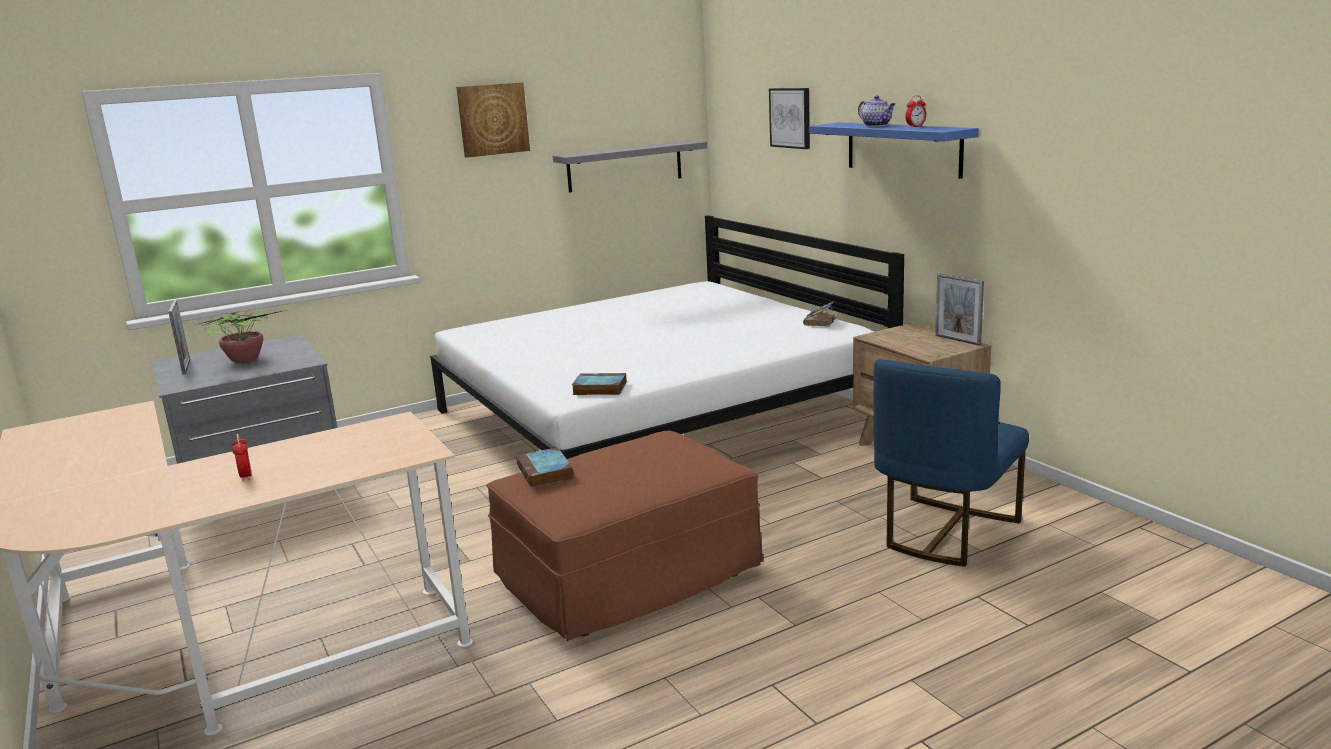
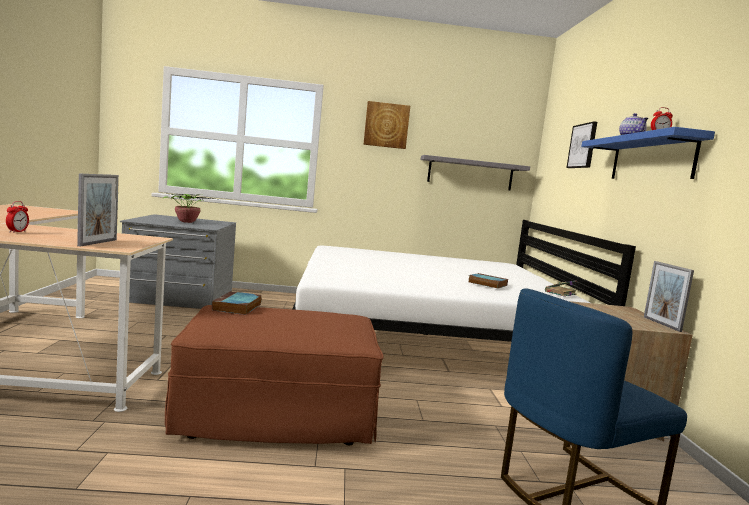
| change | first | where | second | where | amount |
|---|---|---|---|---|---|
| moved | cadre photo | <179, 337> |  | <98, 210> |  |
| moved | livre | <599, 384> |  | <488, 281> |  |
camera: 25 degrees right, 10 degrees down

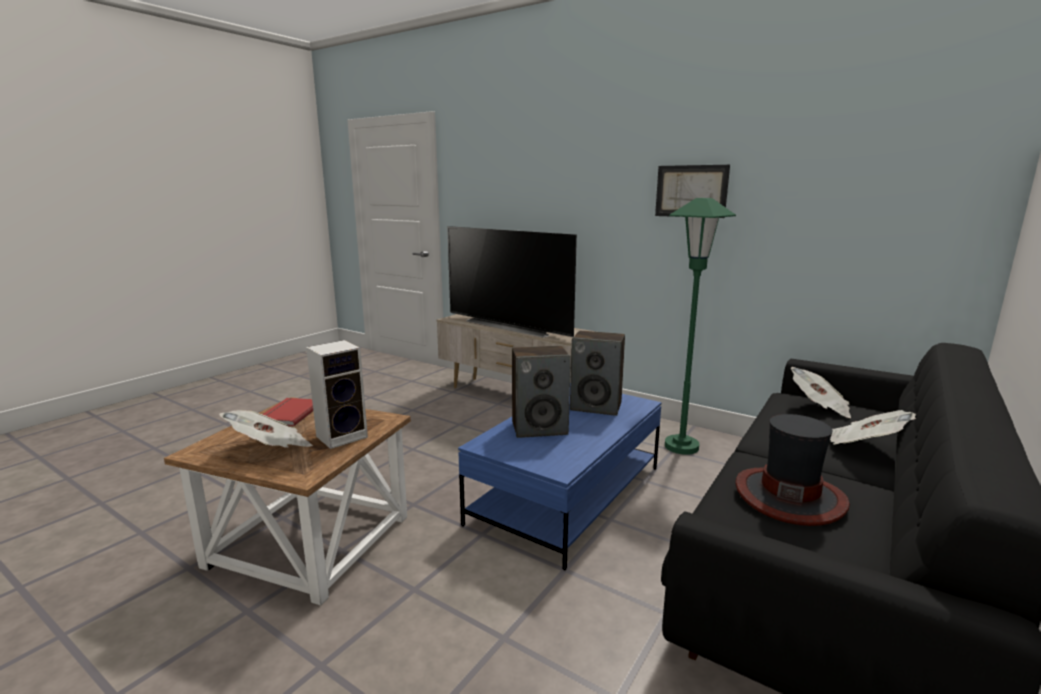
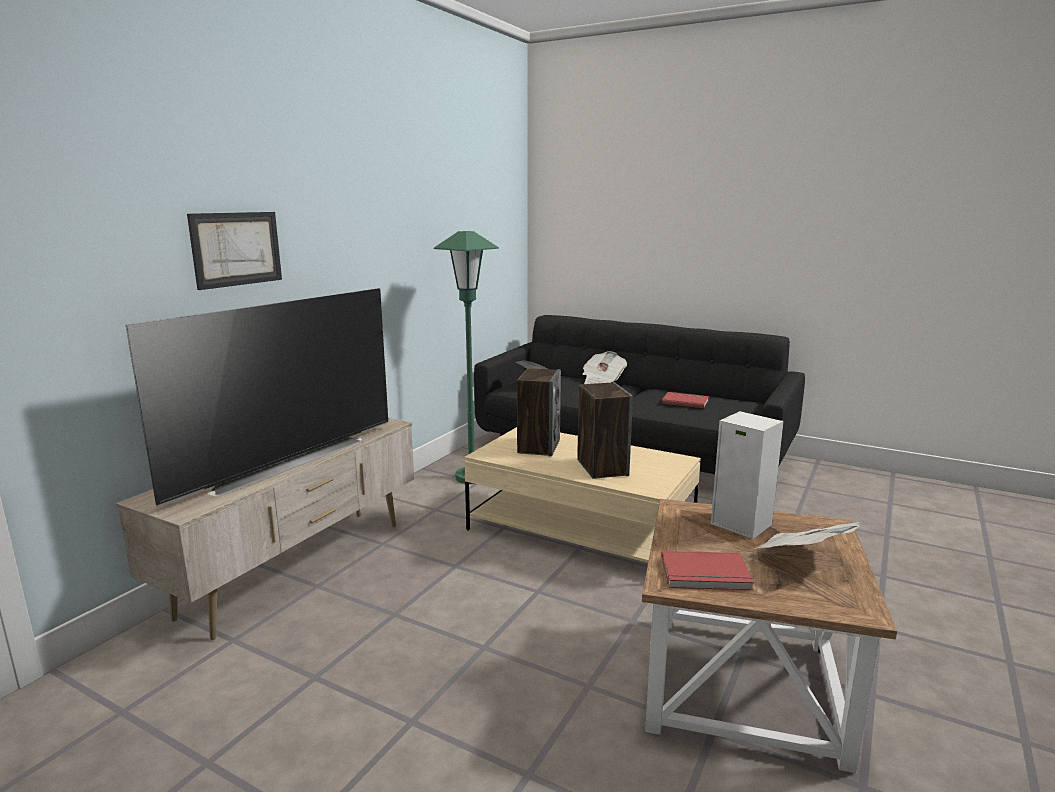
| change | first | where | second | where | amount |
|---|---|---|---|---|---|
| recoloured | table basse/bleu | <560, 482> | table basse/beige | <582, 495> |  |
| moved | tableau | <692, 191> |  | <234, 251> |  |
| replaced | chapeau | <792, 470> | livre/rouge | <685, 400> |  |
camera: 95 degrees left, 0 degrees up

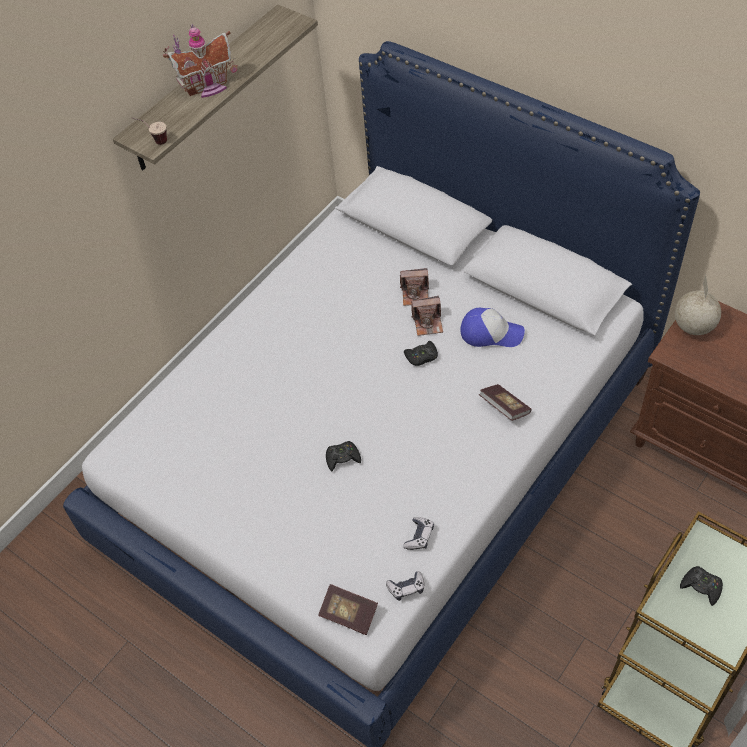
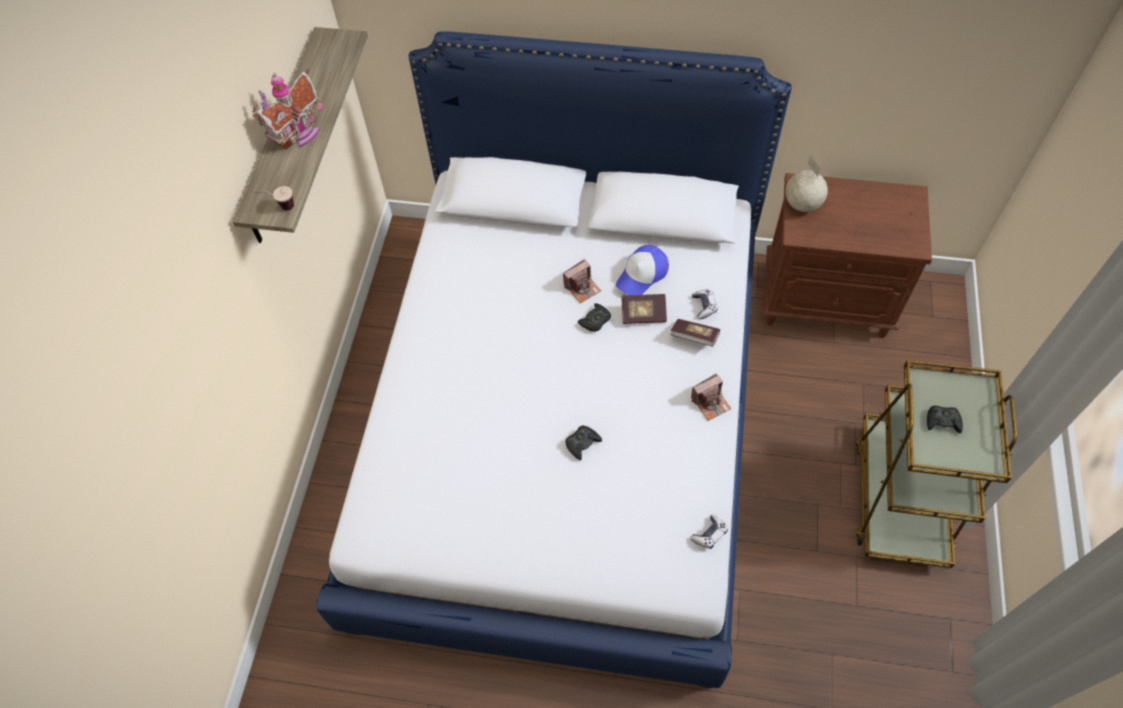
| change | first | where | second | where | amount |
|---|---|---|---|---|---|
| moved | livre | <348, 609> |  | <644, 309> |  |
| moved | appareil photo | <414, 287> |  | <711, 397> |  |
| moved | manette | <418, 533> |  | <704, 304> |  |
| turned | casquette | <492, 327> |  | <642, 270> | 150 degrees clockwise |
camera: 30 degrees left, 5 degrees up

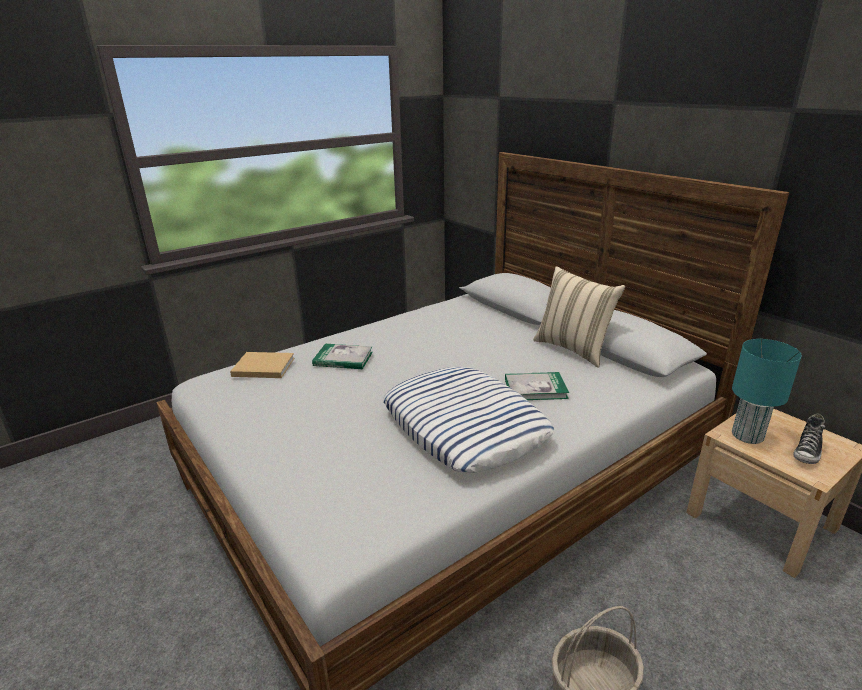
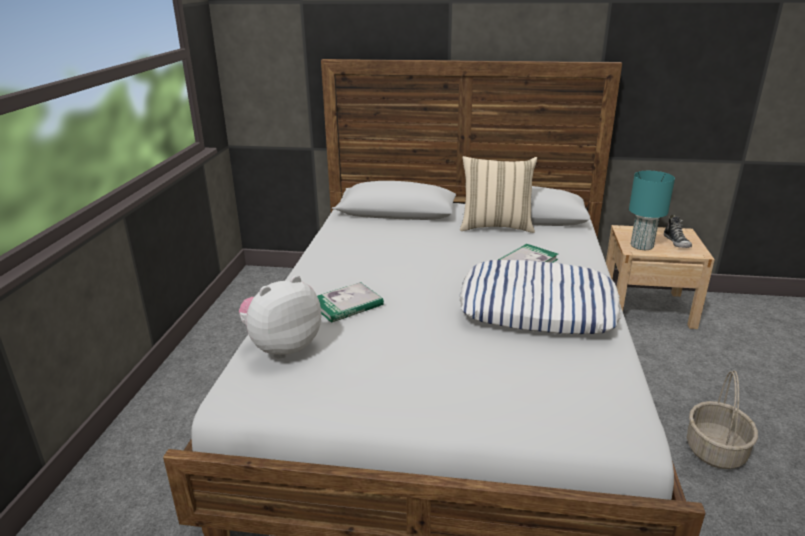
| change | first | where | second | where | amount |
|---|---|---|---|---|---|
| replaced | livre/beige | <262, 365> | peluche | <280, 317> |  |
camera: 45 degrees left, 0 degrees up

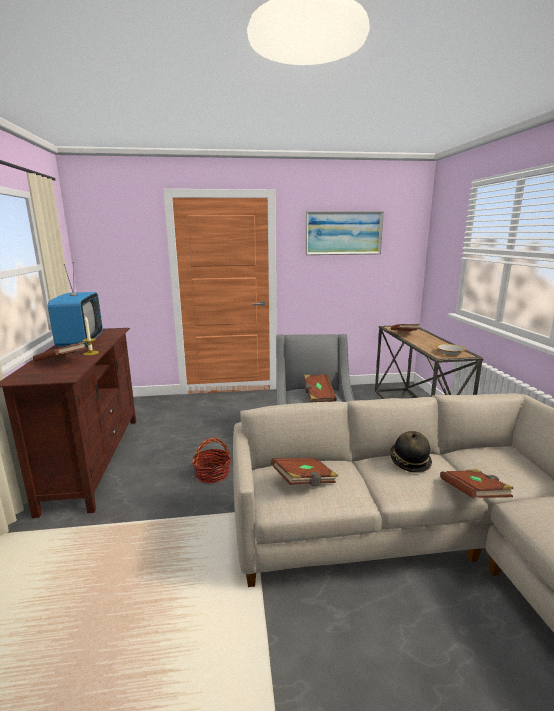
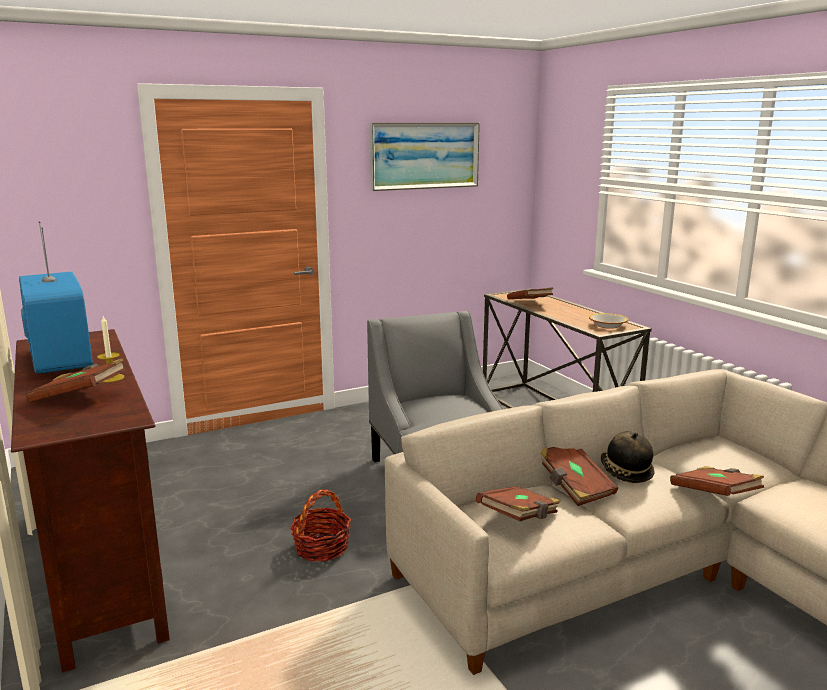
| change | first | where | second | where | amount |
|---|---|---|---|---|---|
| moved | livre/marron | <320, 388> |  | <579, 476> |  |
camera: 20 degrees left, 0 degrees up

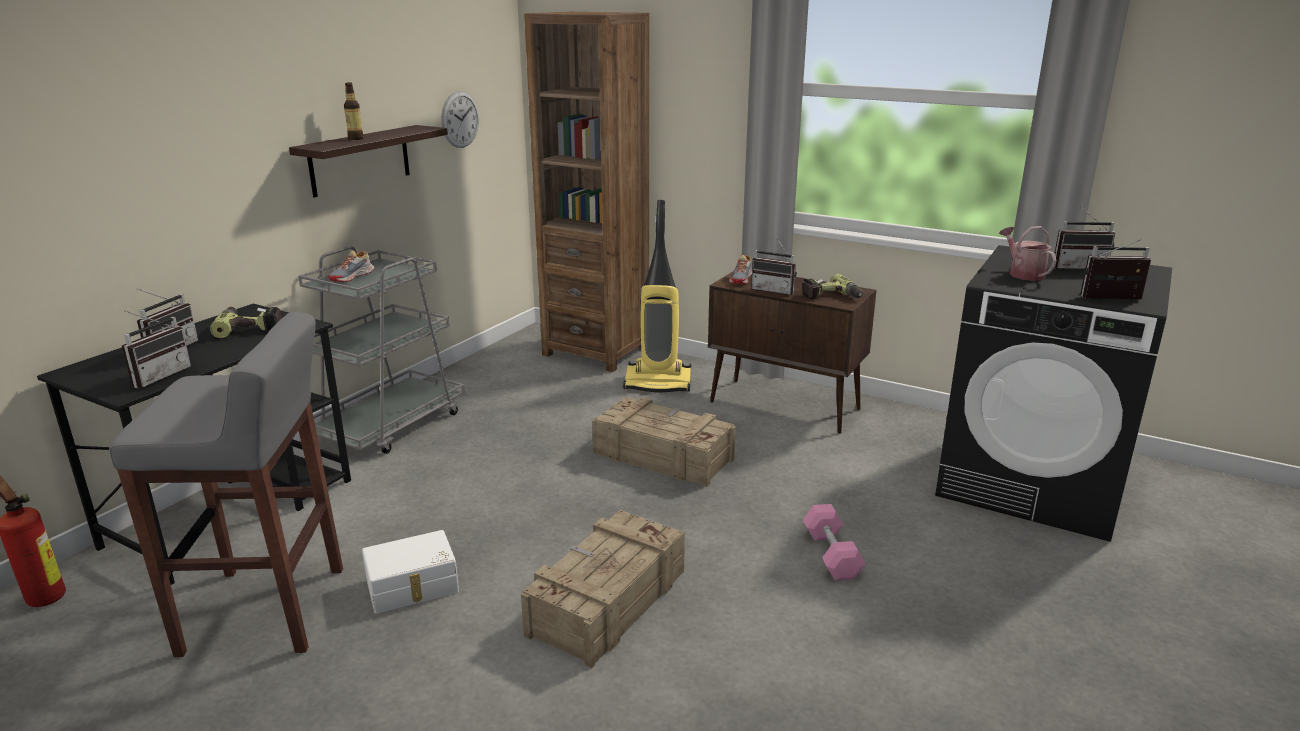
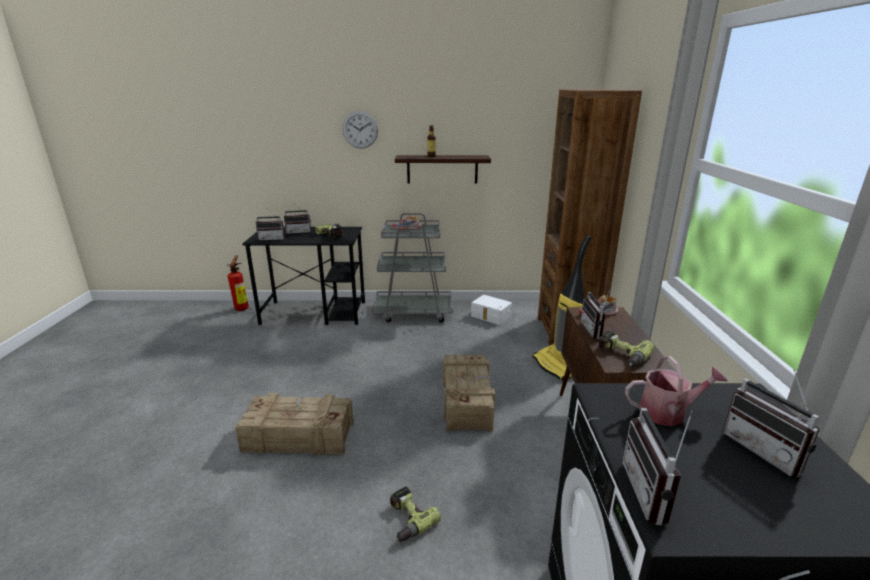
| change | first | where | second | where | amount |
|---|---|---|---|---|---|
| removed | tabouret/gris | <226, 484> |  |  |  |
| moved | boîte de rangement/blanc | <410, 572> |  | <491, 310> |  |
| moved | horloge murale | <460, 119> |  | <360, 130> |  |
| replaced | haltère/rose | <834, 542> | perceuse | <415, 514> |  |
| turned | arrosoir | <1028, 253> |  | <676, 391> | 45 degrees clockwise |
| turned | radio | <1116, 269> |  | <657, 466> | 150 degrees counterclockwise |
camera: 60 degrees right, 0 degrees up

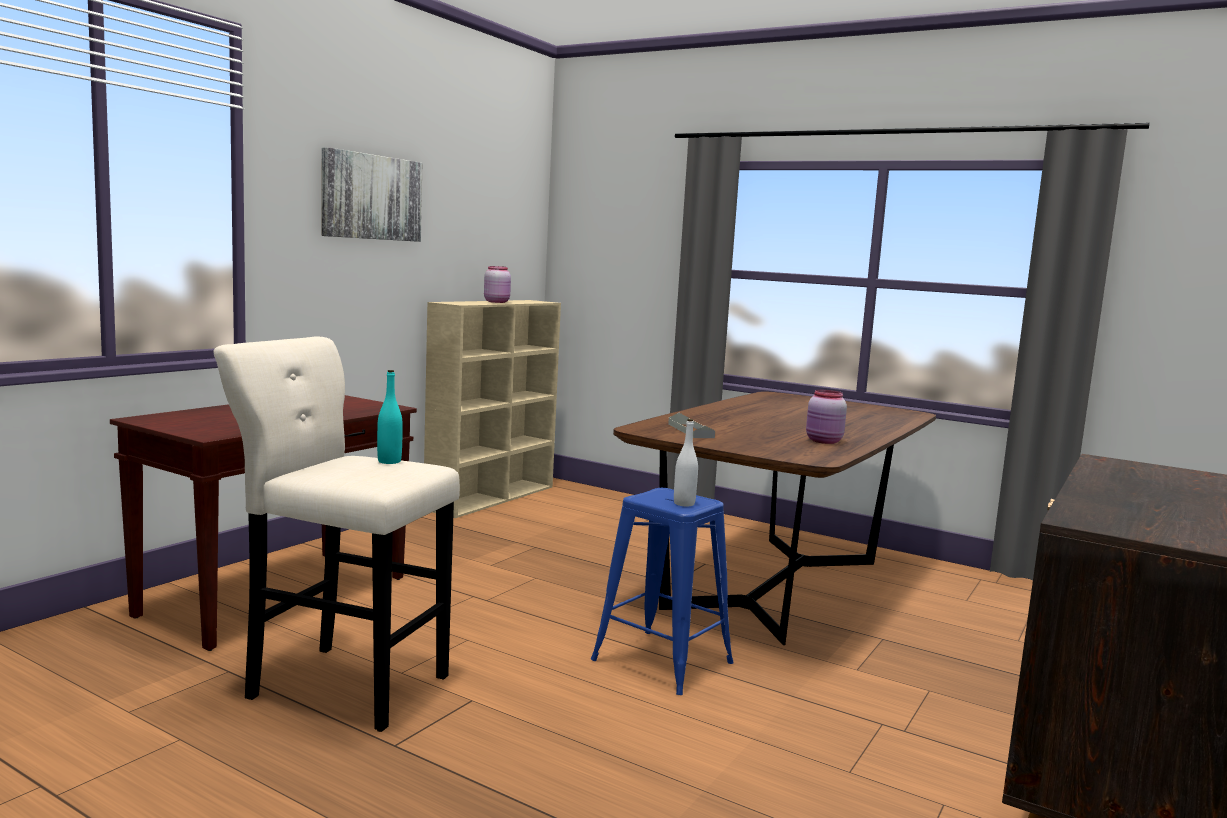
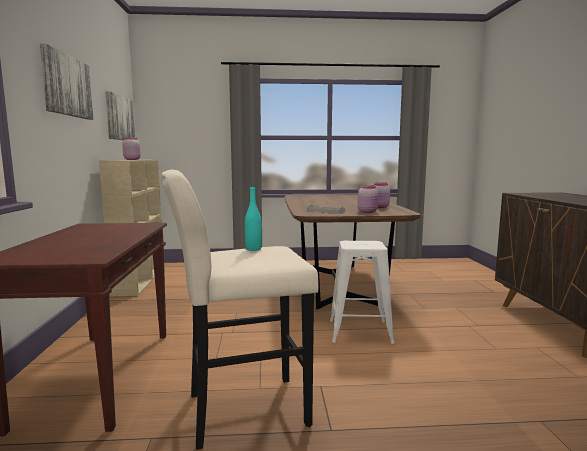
| change | first | where | second | where | amount |
|---|---|---|---|---|---|
| recoloured | tabouret/bleu | <662, 591> | tabouret/blanc | <362, 292> |  |
| removed | bouteille/blanc | <686, 462> |  |  |  |
| added |  |  | tableau | <120, 115> |  |
| added |  |  | bocal/rose | <368, 199> |  |
camera: 35 degrees left, 0 degrees up

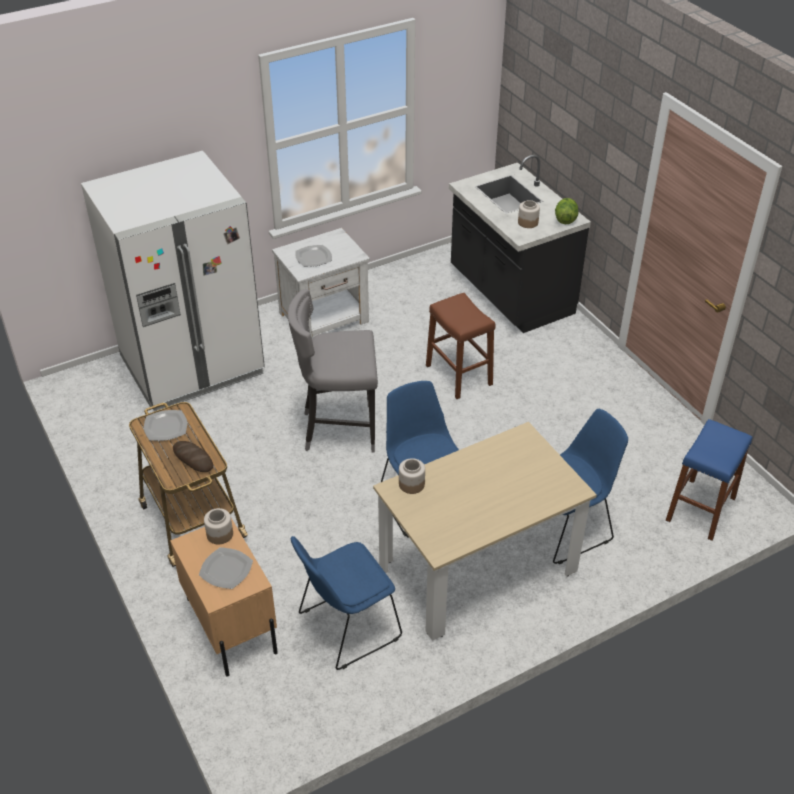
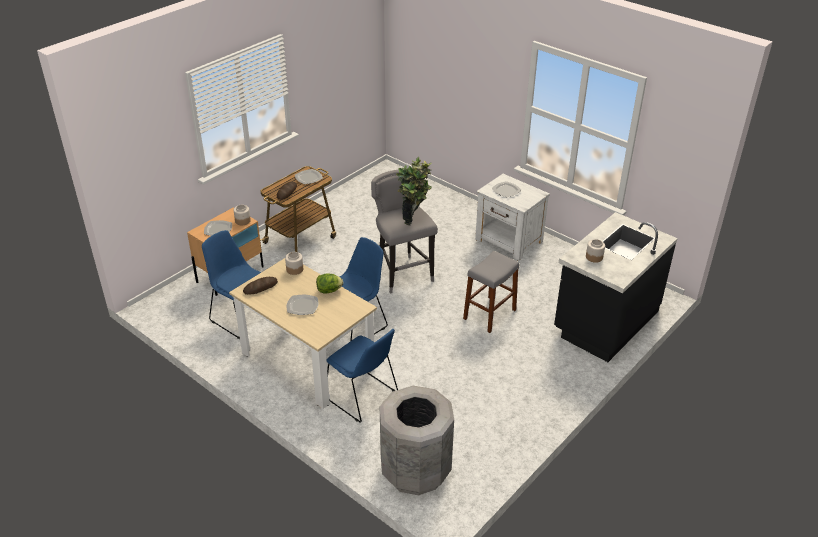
| change | first | where | second | where | amount |
|---|---|---|---|---|---|
| removed | réfrigérateur/blanc | <173, 281> |  |  |  |
| recoloured | tabouret/marron | <460, 346> | tabouret/gris | <491, 292> |  |
| moved | laitue | <566, 211> |  | <329, 283> |  |
| replaced | tabouret/bleu | <709, 480> | poubelle/gris | <417, 440> |  |
| added |  |  | pain | <260, 286> |  |
| added |  |  | assiette | <302, 305> |  |
| added |  |  | plante en pot | <414, 191> |  |
camera: 70 degrees right, 5 degrees down

